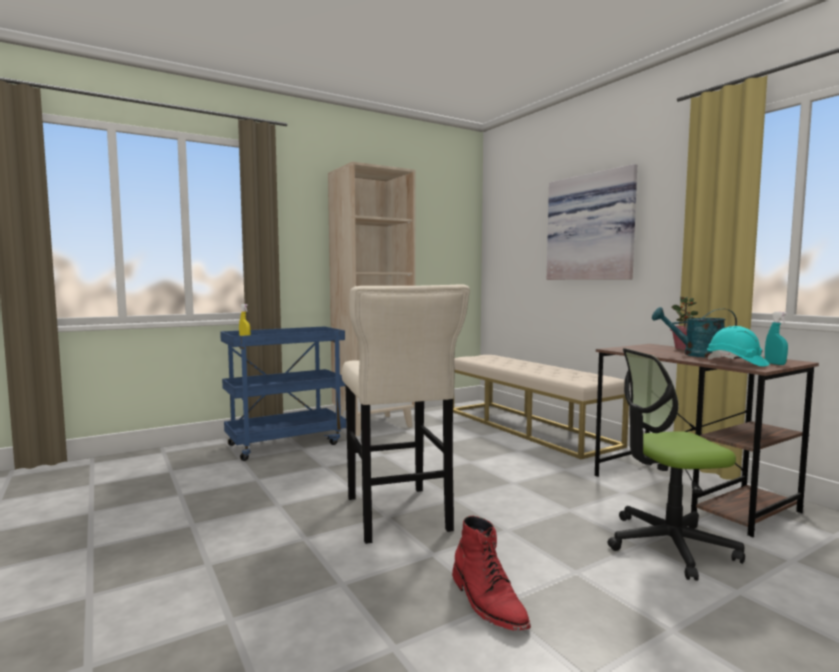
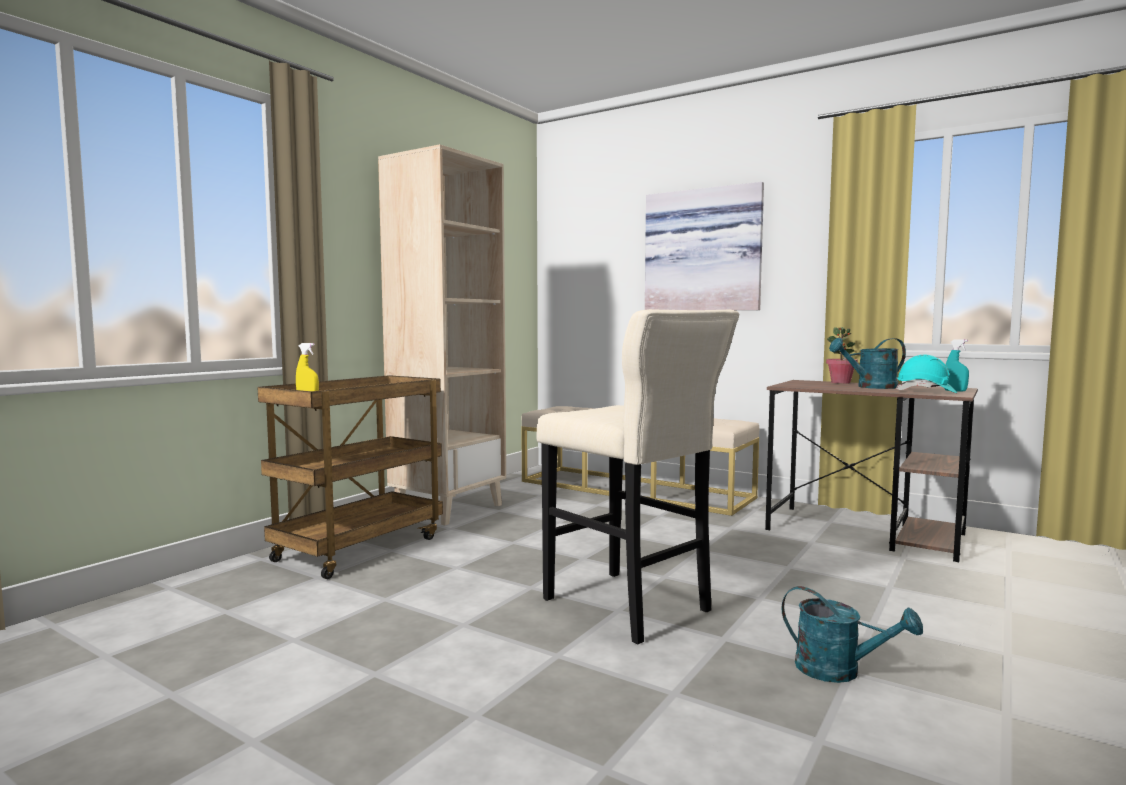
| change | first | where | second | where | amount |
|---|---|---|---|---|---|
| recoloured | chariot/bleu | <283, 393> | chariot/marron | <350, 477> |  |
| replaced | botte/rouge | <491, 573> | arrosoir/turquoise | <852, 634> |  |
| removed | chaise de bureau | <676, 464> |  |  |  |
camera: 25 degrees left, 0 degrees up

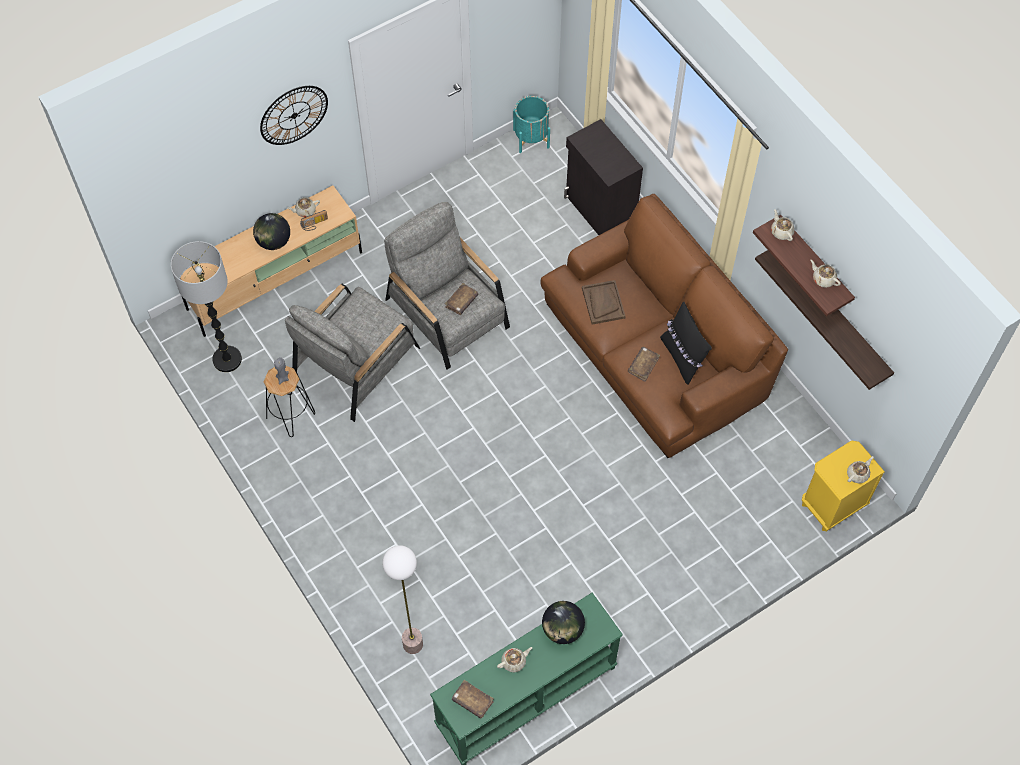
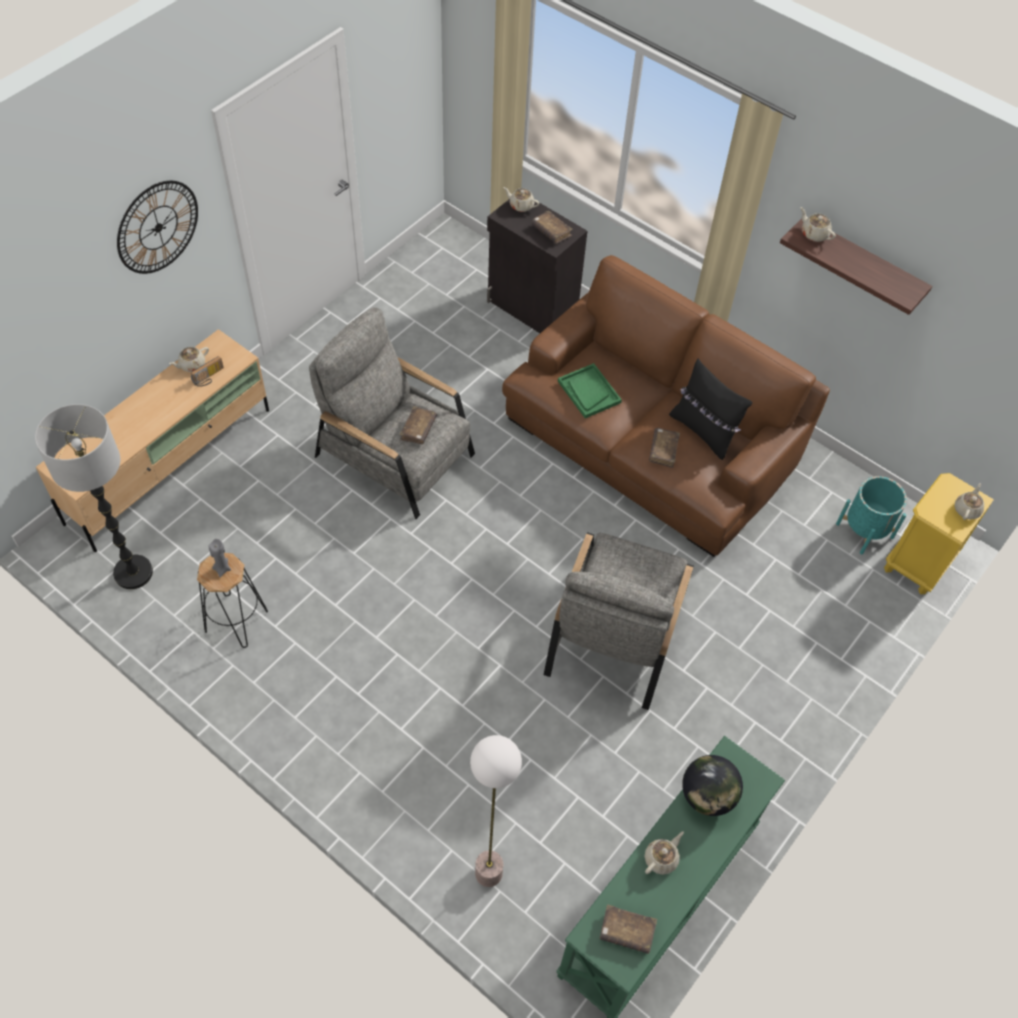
| change | first | where | second | where | amount |
|---|---|---|---|---|---|
| removed | globe | <271, 231> |  |  |  |
| moved | fauteuil/gris | <352, 353> |  | <619, 621> |  |
| moved | cache-pot/turquoise | <531, 124> |  | <871, 515> |  |
| recoloured | plateau/marron | <604, 302> | plateau/vert | <590, 390> |  |
| removed | étagère | <824, 320> |  |  |  |
| moved | théière/beige | <825, 274> |  | <521, 199> |  |
| added |  |  | livre/marron | <552, 227> |  |
camera: 20 degrees left, 5 degrees down

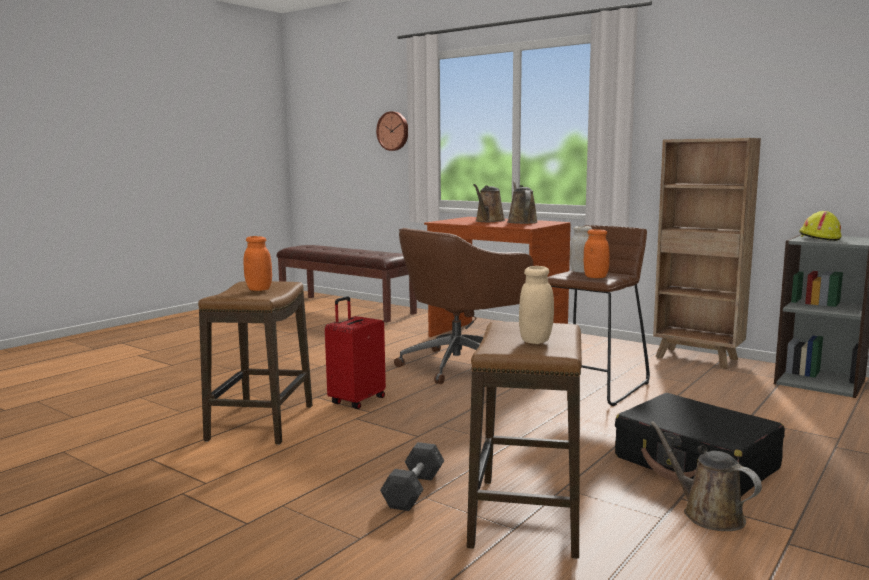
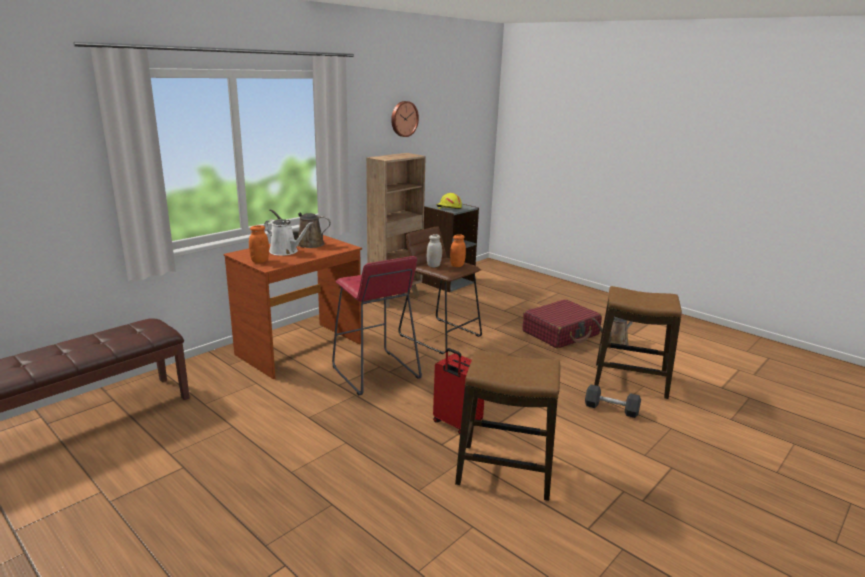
| change | first | where | second | where | amount |
|---|---|---|---|---|---|
| moved | bocal/orange | <257, 263> |  | <259, 244> |  |
| moved | horloge murale | <392, 131> |  | <405, 119> |  |
| replaced | chaise de bureau/marron | <464, 306> | tabouret/rouge | <377, 325> |  |
| recoloured | arrosoir/marron | <489, 203> | arrosoir/blanc | <288, 237> |  |
| removed | bocal/beige | <536, 305> |  |  |  |
| recoloured | valise/noir | <700, 444> | valise/rouge | <562, 323> |  |
camera: 85 degrees left, 10 degrees up

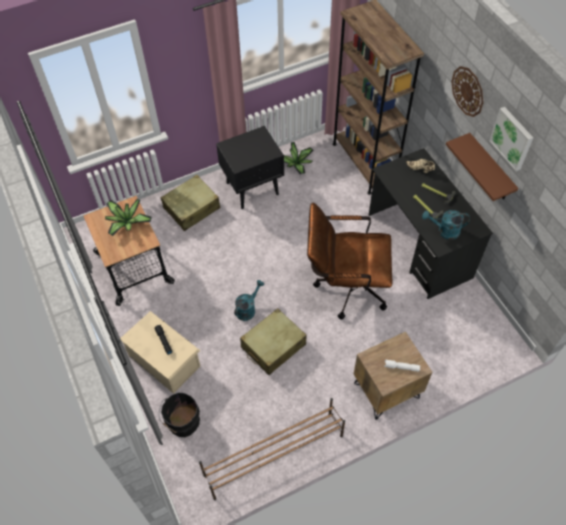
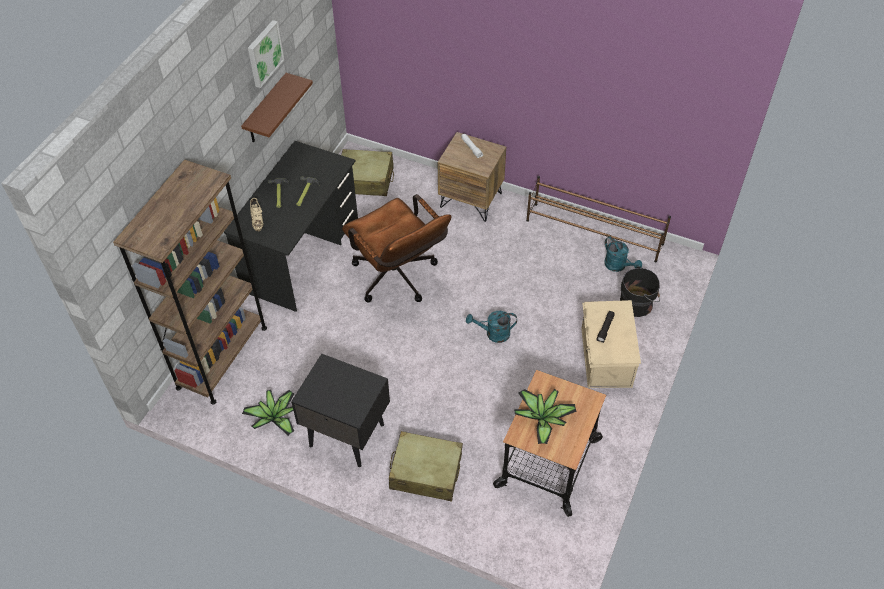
| change | first | where | second | where | amount |
|---|---|---|---|---|---|
| moved | valise/beige | <273, 341> |  | <368, 172> |  |
| moved | arrosoir/turquoise | <446, 225> |  | <623, 254> |  |
| removed | horloge murale | <467, 91> |  |  |  |
camera: 130 degrees left, 5 degrees down

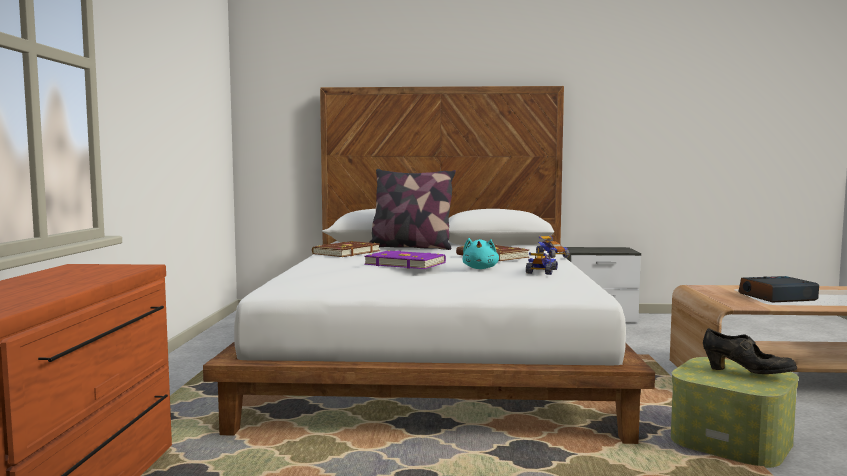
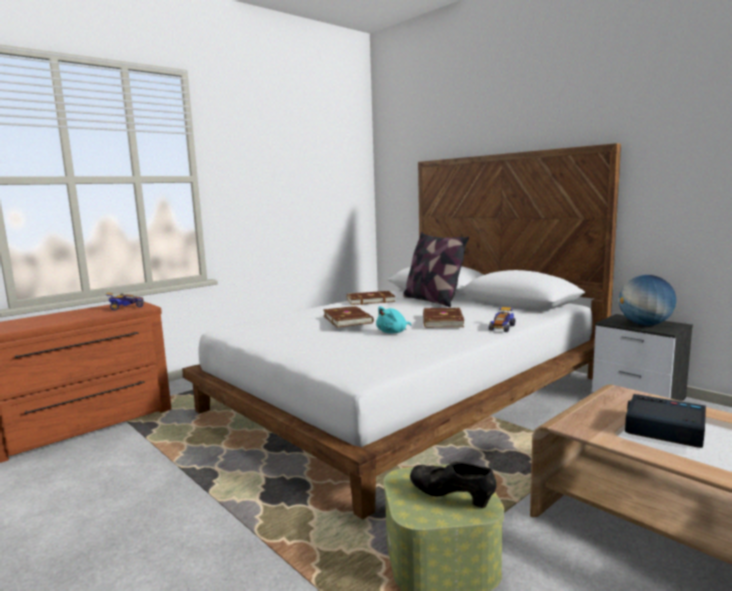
| change | first | where | second | where | amount |
|---|---|---|---|---|---|
| recoloured | livre/violet | <405, 259> | livre/marron | <348, 317> |  |
| moved | petite voiture | <542, 263> |  | <125, 301> |  |
| turned | chaussure/noir | <750, 351> |  | <453, 484> | 135 degrees clockwise |
| added |  |  | globe | <647, 300> |  |
camera: 45 degrees right, 5 degrees up

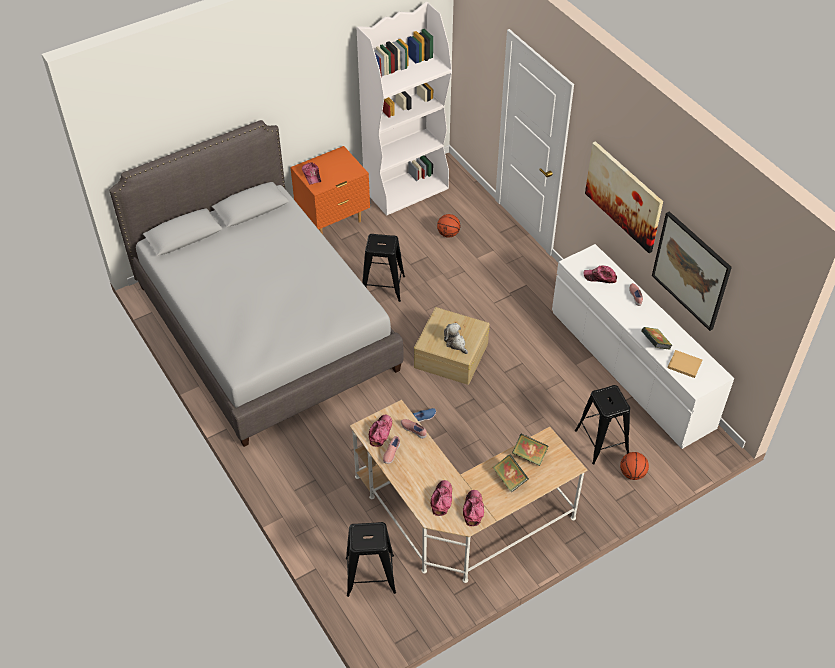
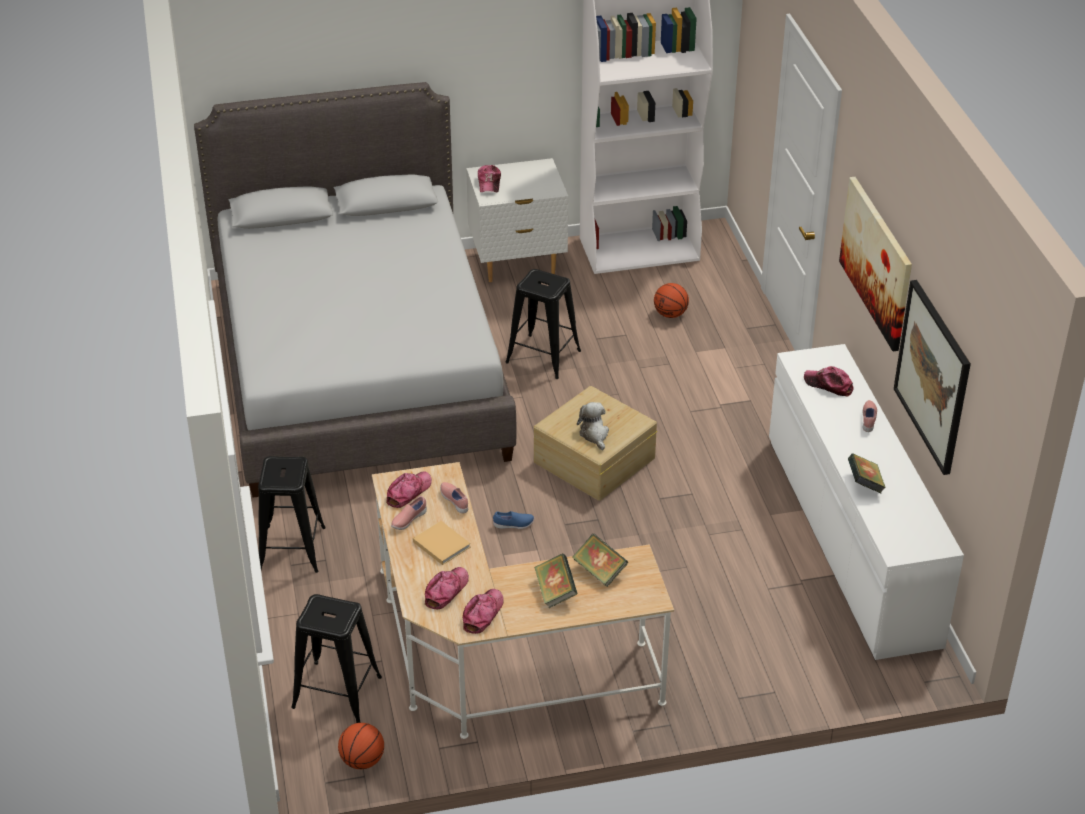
| change | first | where | second | where | amount |
|---|---|---|---|---|---|
| recoloured | table de chevet/orange | <330, 190> | table de chevet/blanc | <517, 220> |  |
| moved | tabouret/noir | <602, 425> |  | <292, 514> |  |
| moved | ballon de basket | <634, 466> |  | <361, 746> |  |
| moved | livre/beige | <685, 364> |  | <442, 543> |  |
camera: 20 degrees right, 10 degrees down

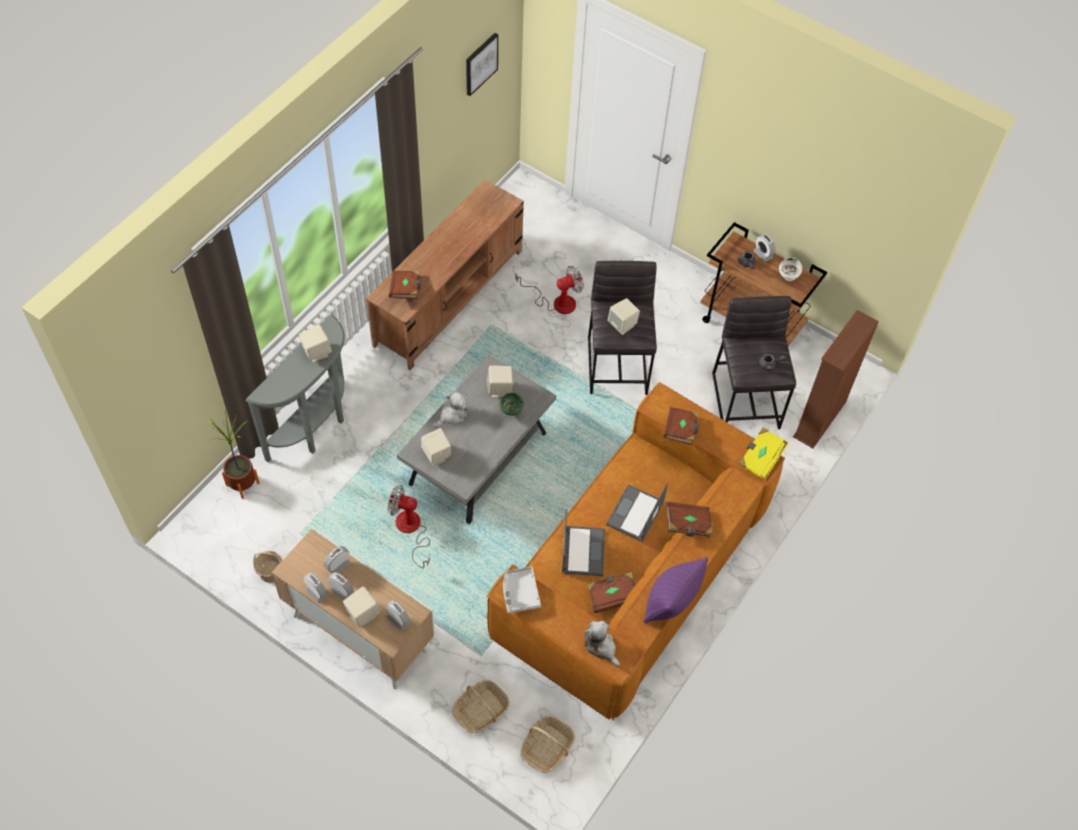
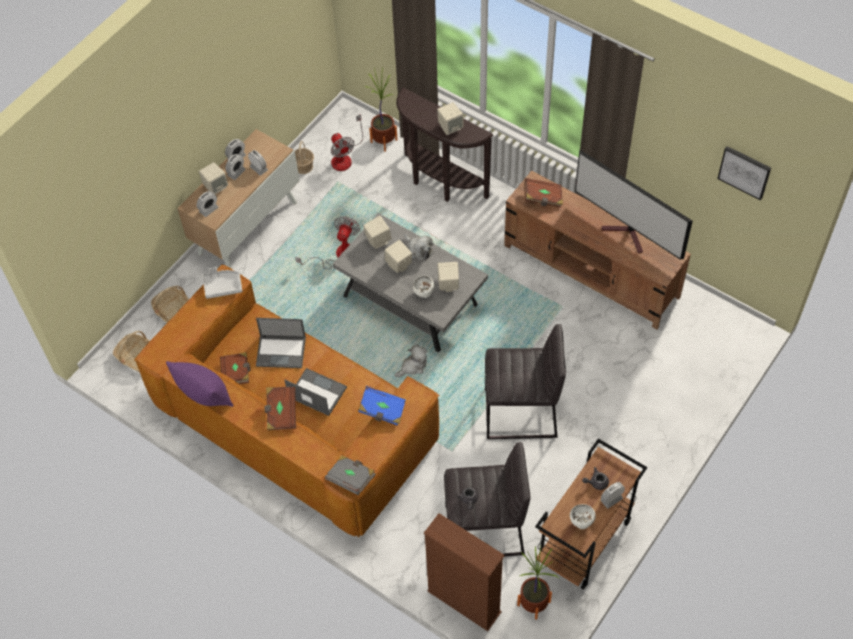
| change | first | where | second | where | amount |
|---|---|---|---|---|---|
| recoloured | table console/gris | <295, 388> | table console/marron | <444, 144> |  |
| recoloured | bol/vert | <511, 404> | bol/blanc | <423, 286> |  |
| moved | ventilateur | <549, 290> |  | <347, 142> |  |
| moved | peluche | <602, 644> |  | <411, 361> |  |
| moved | enceinte/beige | <624, 316> |  | <398, 256> |  |
| recoloured | livre/marron | <681, 426> | livre/bleu | <382, 406> |  |
| recoloured | livre/jaune | <764, 453> | livre/gris | <350, 475> |  |
| added |  |  | plante en pot | <538, 583> |  |
| added |  |  | téléviseur | <634, 204> |  |
camera: 95 degrees right, 0 degrees up

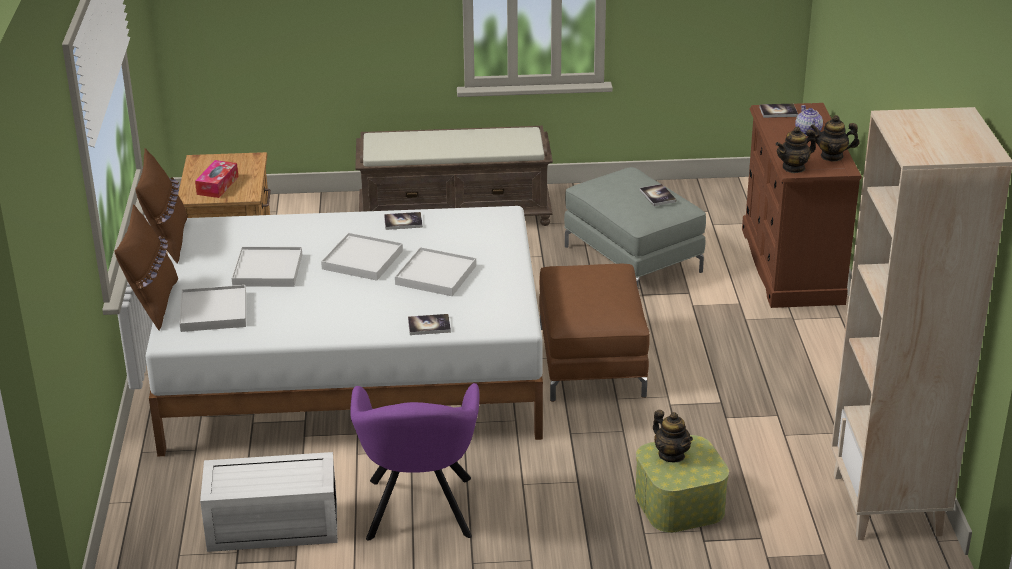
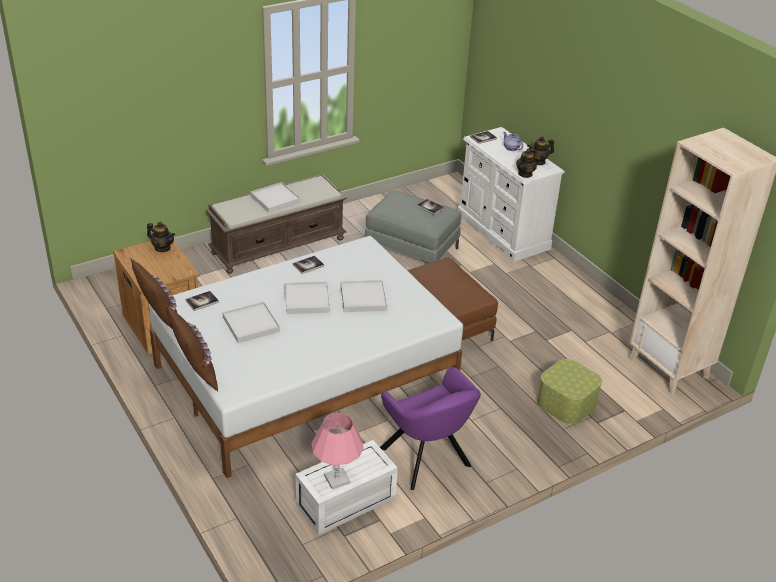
| change | first | where | second | where | amount |
|---|---|---|---|---|---|
| moved | plateau/blanc | <212, 308> |  | <275, 197> |  |
| removed | boîte à mouchoirs | <216, 179> |  |  |  |
| moved | livre | <429, 324> |  | <202, 301> |  |
| moved | théière | <673, 436> |  | <161, 237> |  |
| recoloured | commode/marron | <802, 205> | commode/blanc | <511, 194> |  |
| added |  |  | lampe de table/rose | <337, 451> |  |
camera: 30 degrees left, 5 degrees up

